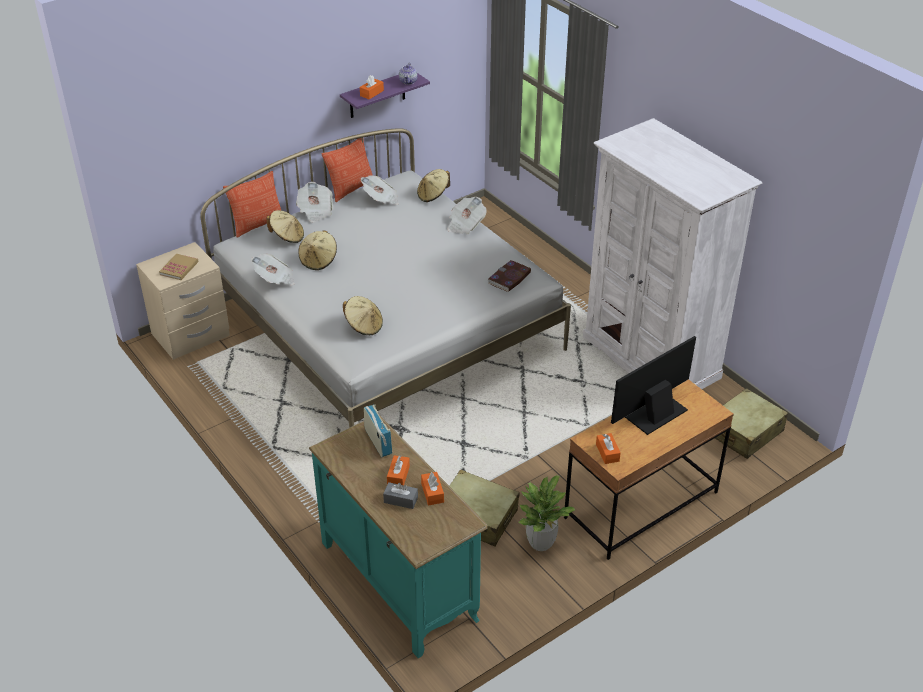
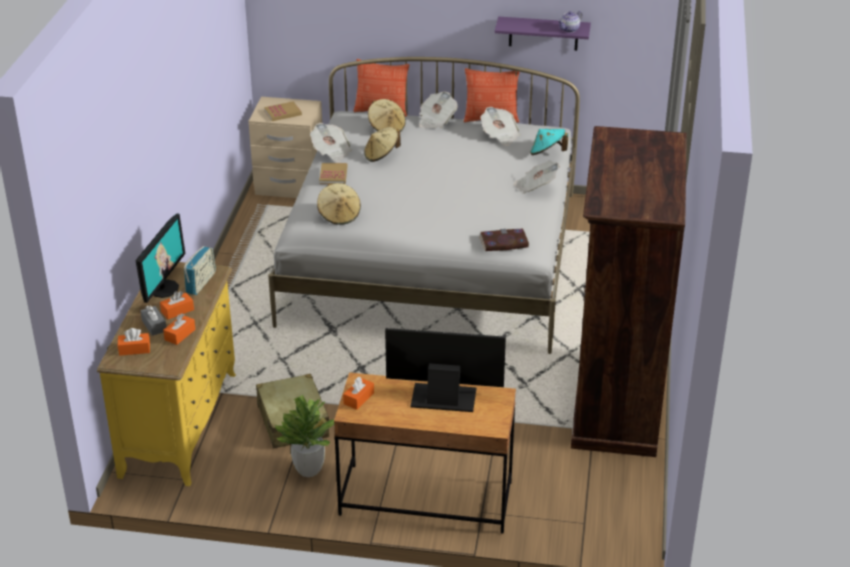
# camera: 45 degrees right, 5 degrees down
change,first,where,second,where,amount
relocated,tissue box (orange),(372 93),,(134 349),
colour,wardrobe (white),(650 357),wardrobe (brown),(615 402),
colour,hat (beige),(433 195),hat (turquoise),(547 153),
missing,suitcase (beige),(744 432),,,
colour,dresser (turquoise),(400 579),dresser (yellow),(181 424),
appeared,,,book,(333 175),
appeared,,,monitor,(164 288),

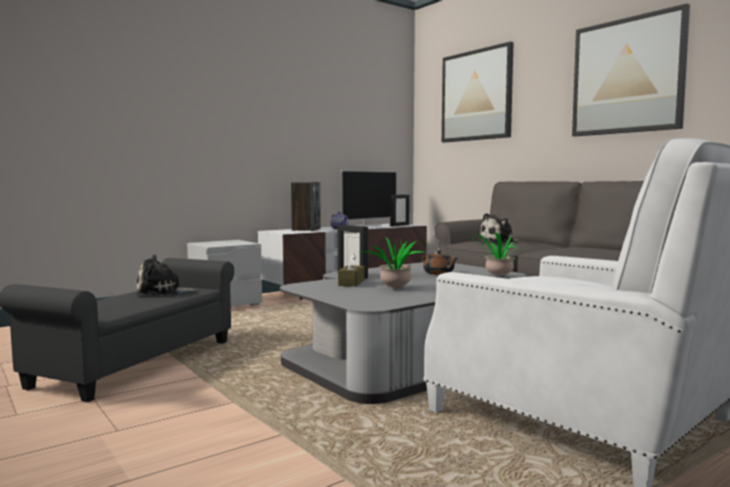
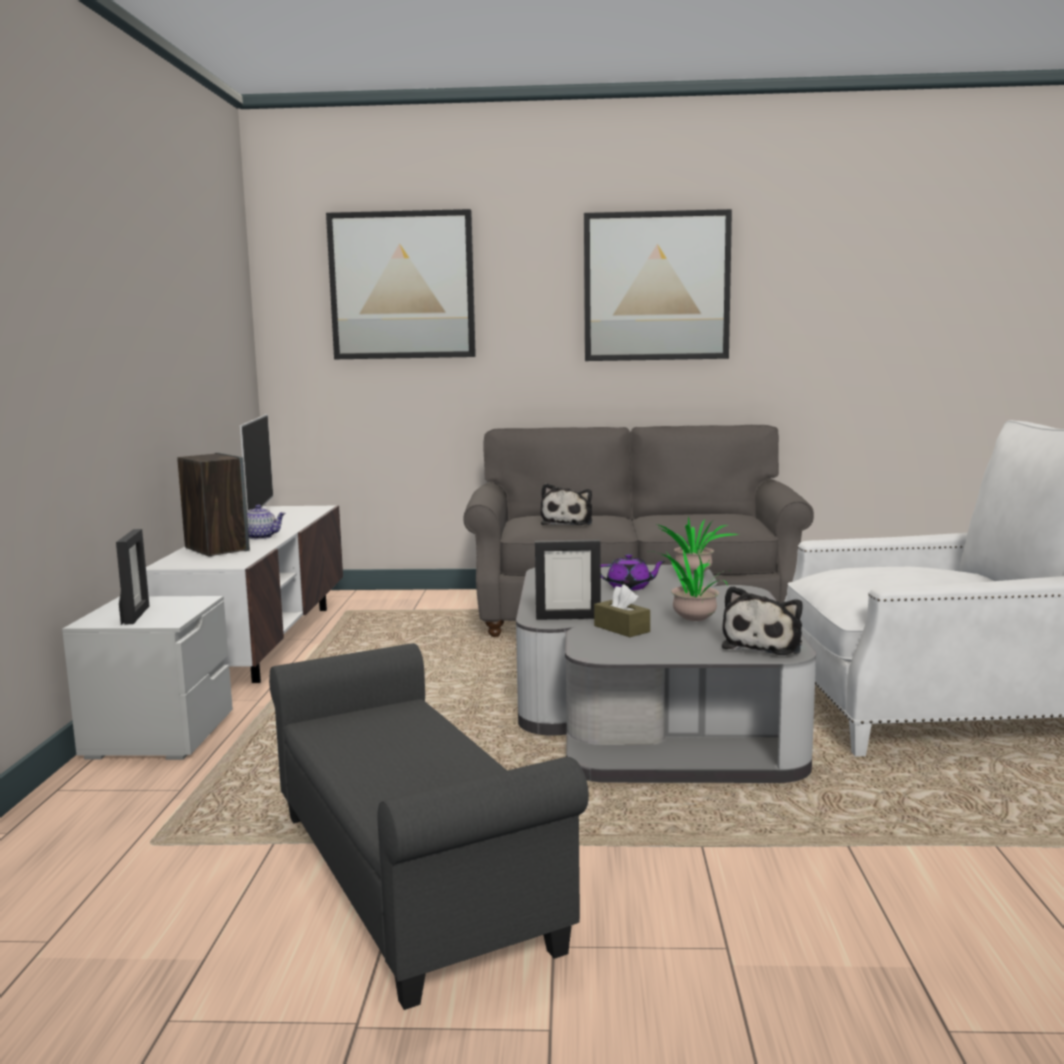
# camera: 50 degrees left, 5 degrees up
change,first,where,second,where,amount
relocated,picture frame,(399 225),,(135 615),
colour,teapot (brown),(439 274),teapot (purple),(630 587),
relocated,plush toy,(162 292),,(764 645),

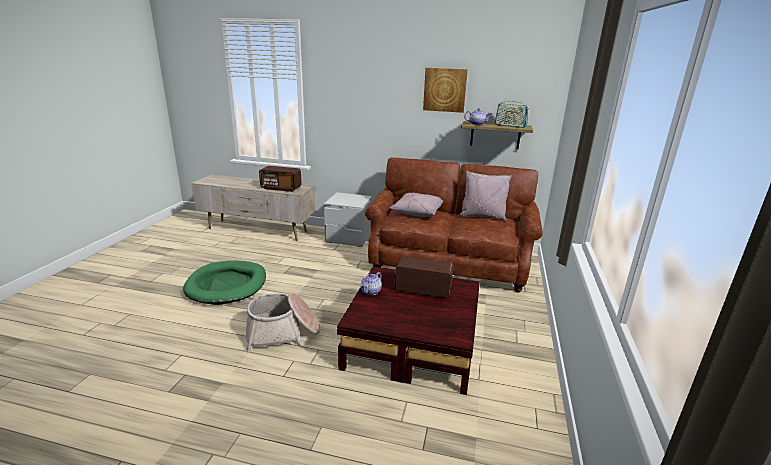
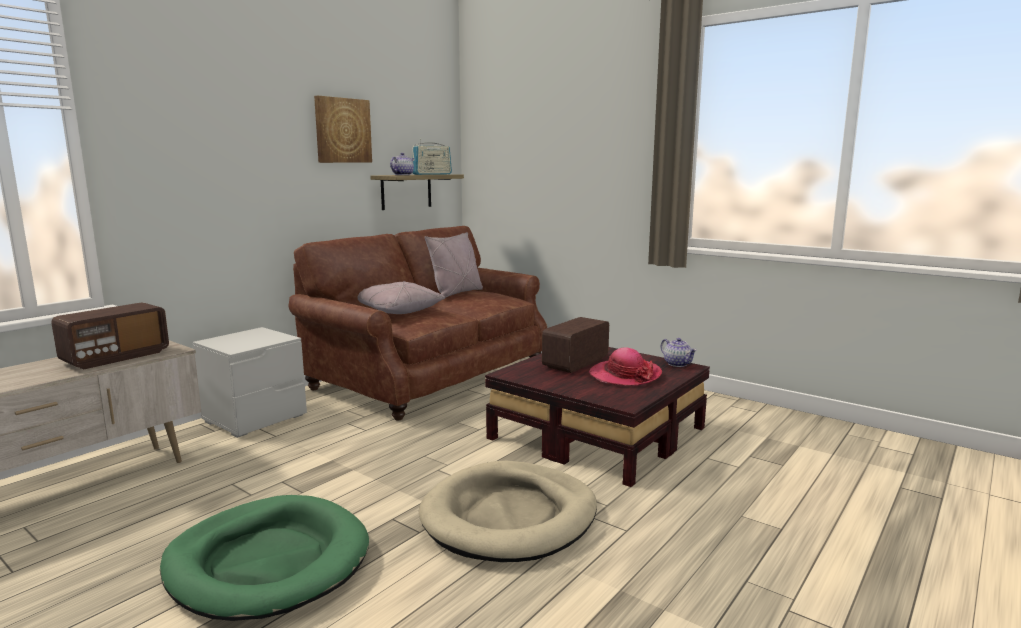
# camera: 65 degrees left, 10 degrees down
change,first,where,second,where,amount
relocated,teapot,(371 291),,(677 364),
exchanged,basket,(283 332),dog bed (beige),(510 517),
appeared,,,hat,(625 375),

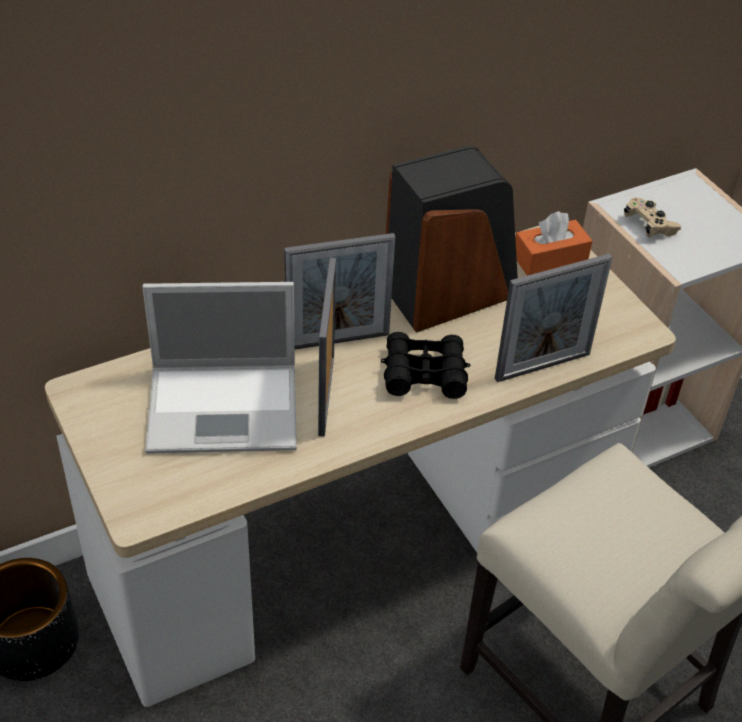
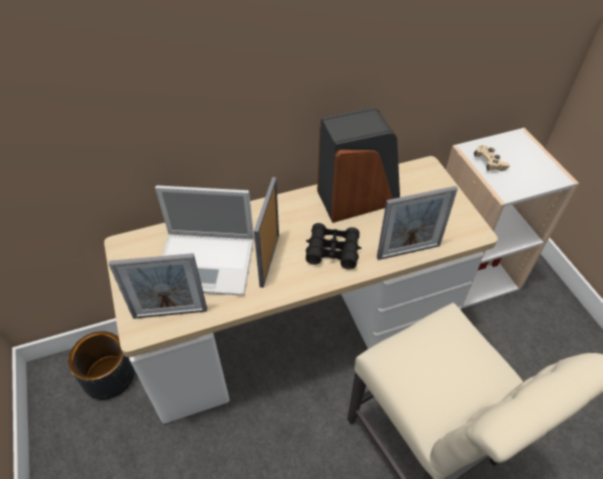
# camera: 10 degrees right, 5 degrees up
change,first,where,second,where,amount
missing,tissue box (orange),(550 259),,,
relocated,picture frame,(337 341),,(170 313),

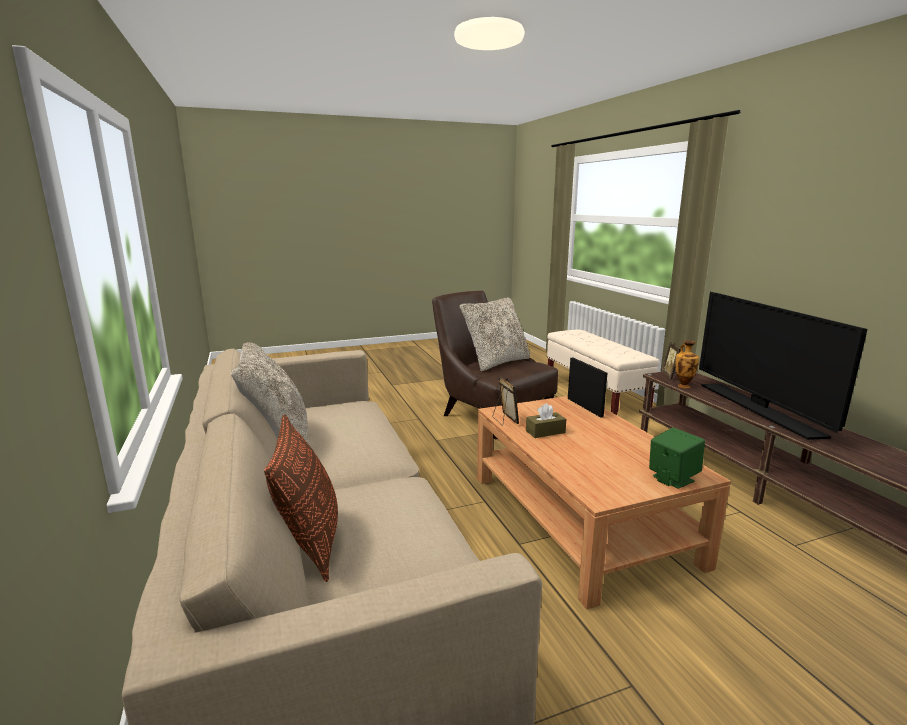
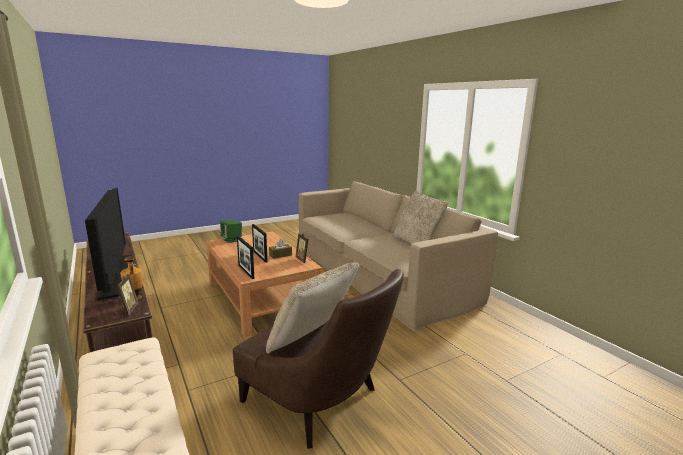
# camera: 170 degrees right, 0 degrees up
change,first,where,second,where,amount
missing,pillow (brown),(310 542),,,
appeared,,,picture frame,(260 256),

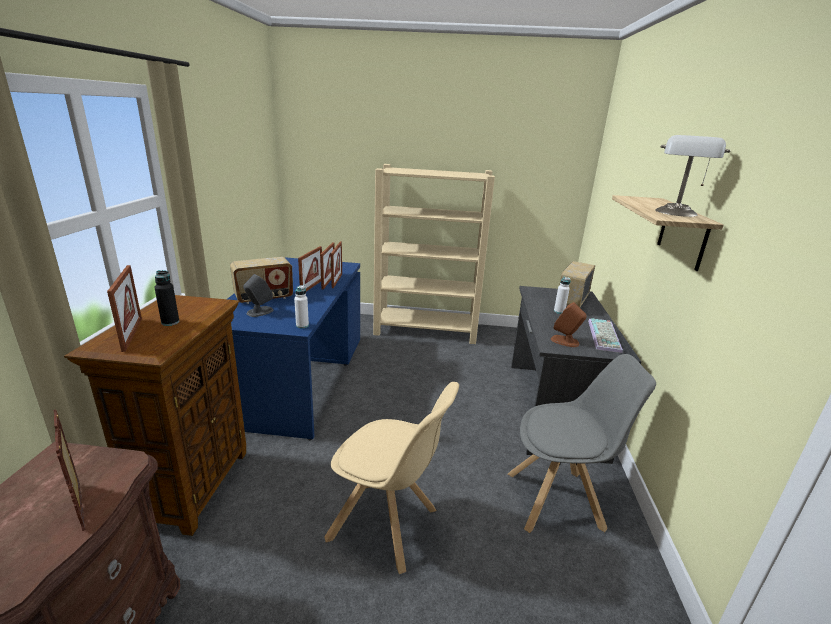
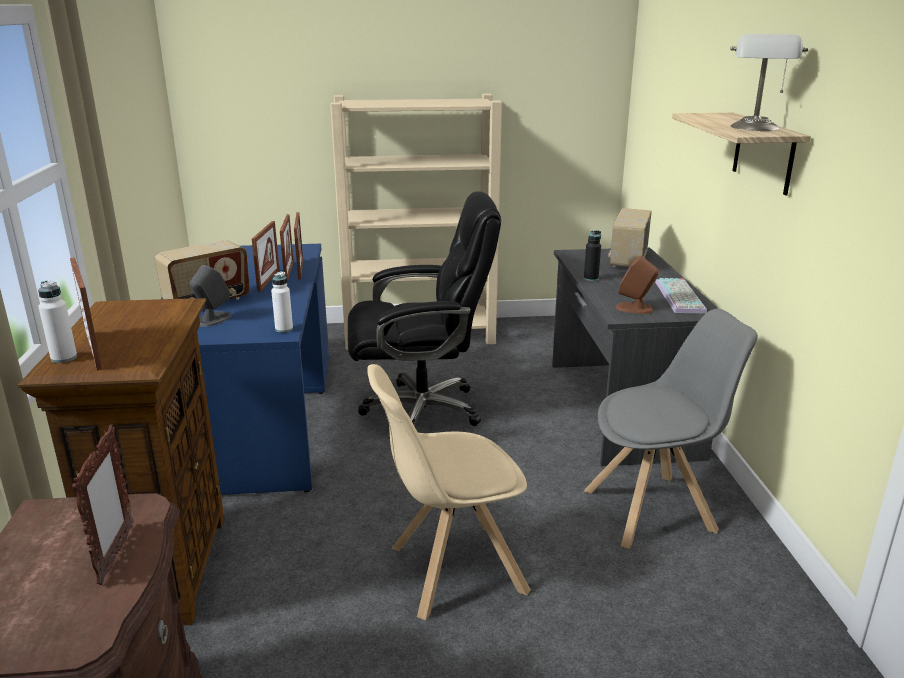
# camera: 10 degrees left, 0 degrees up
change,first,where,second,where,amount
relocated,bottle (black),(170 322),,(591 279),
relocated,bottle (white),(559 311),,(64 358),
spun,chair (beige),(388 526),,(450 571),150 degrees clockwise
spun,picture frame,(82 506),,(116 555),135 degrees counterclockwise
appeared,,,office chair (black),(419 410),

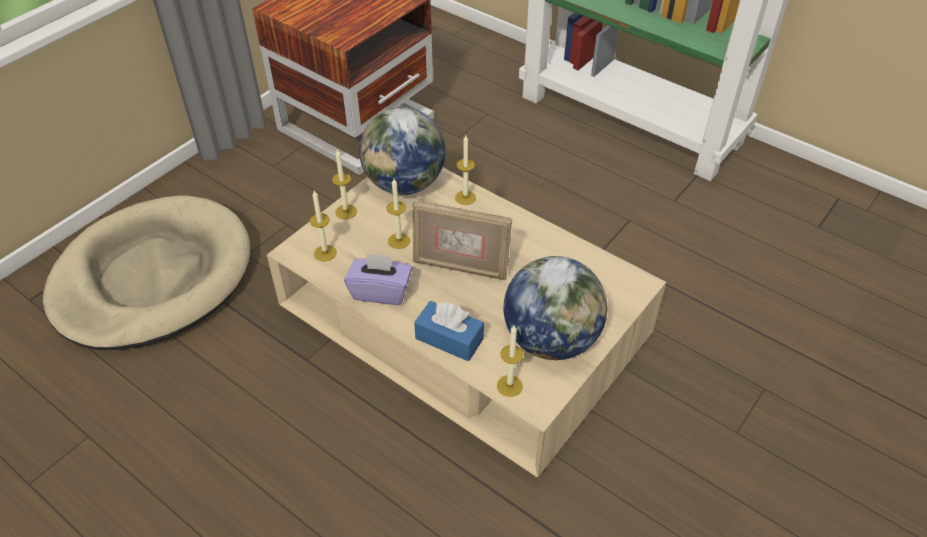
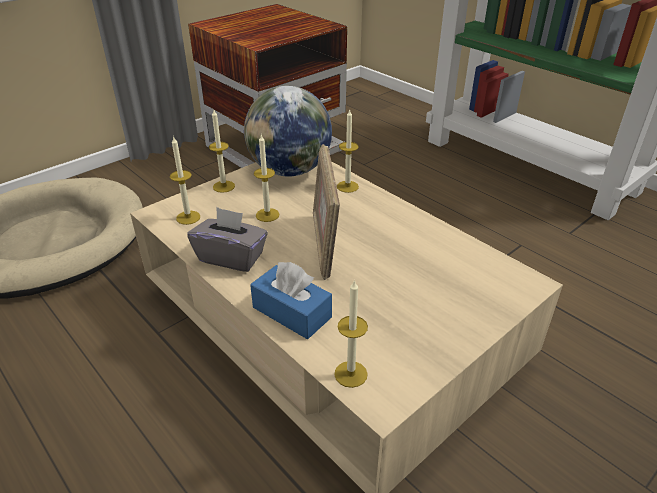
# camera: 10 degrees right, 10 degrees down
change,first,where,second,where,amount
spun,picture frame,(460 267),,(325 245),60 degrees clockwise
colour,tissue box (purple),(380 291),tissue box (grey),(231 257),
missing,globe,(551 339),,,

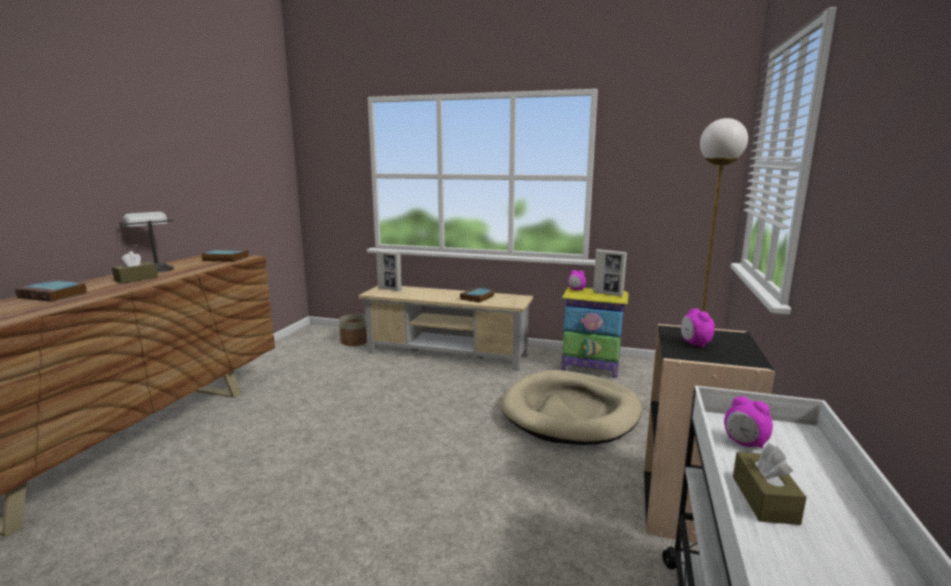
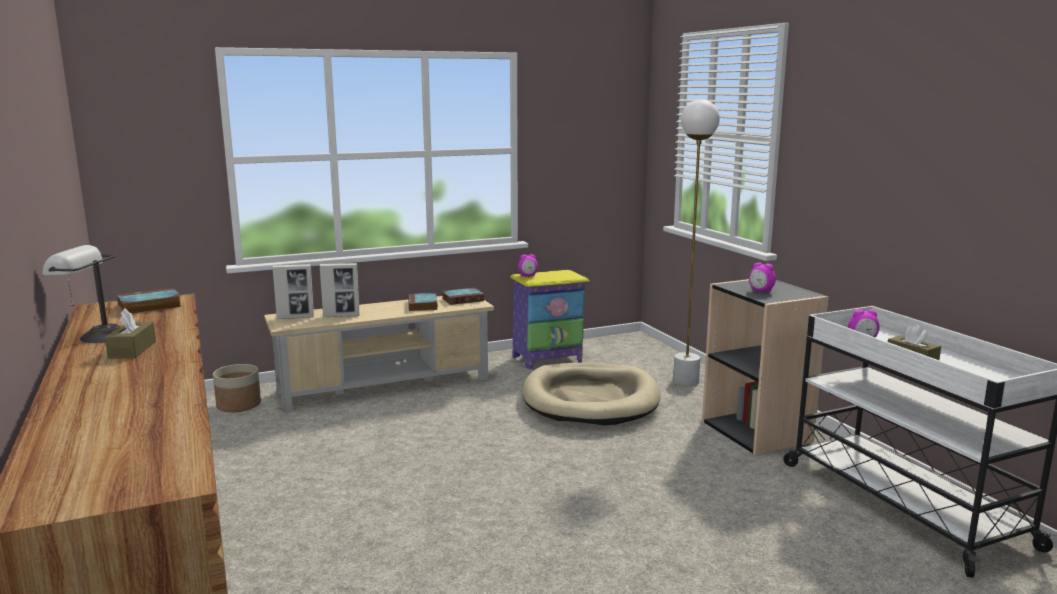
# camera: 40 degrees left, 0 degrees up
change,first,where,second,where,amount
relocated,picture frame,(608 294),,(341 316),
relocated,book,(54 295),,(463 299),

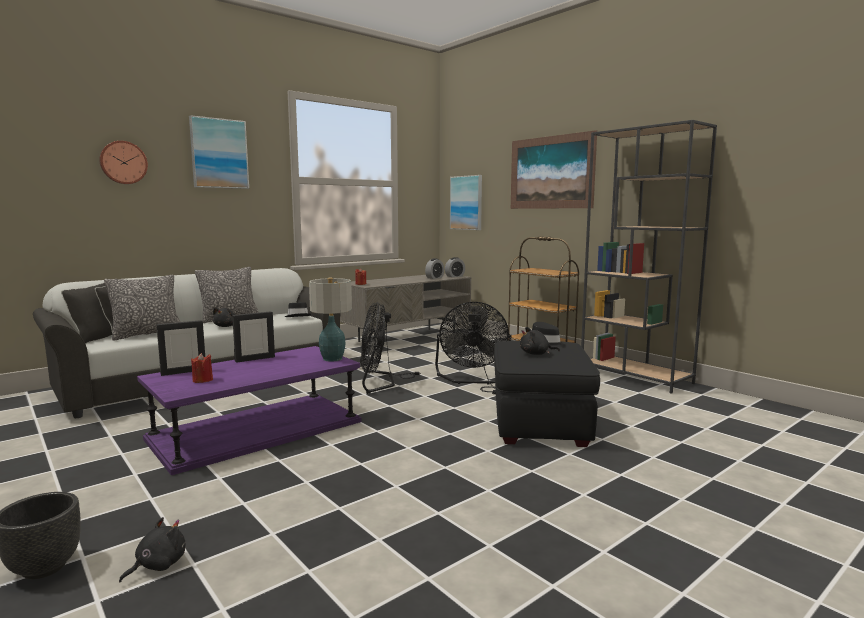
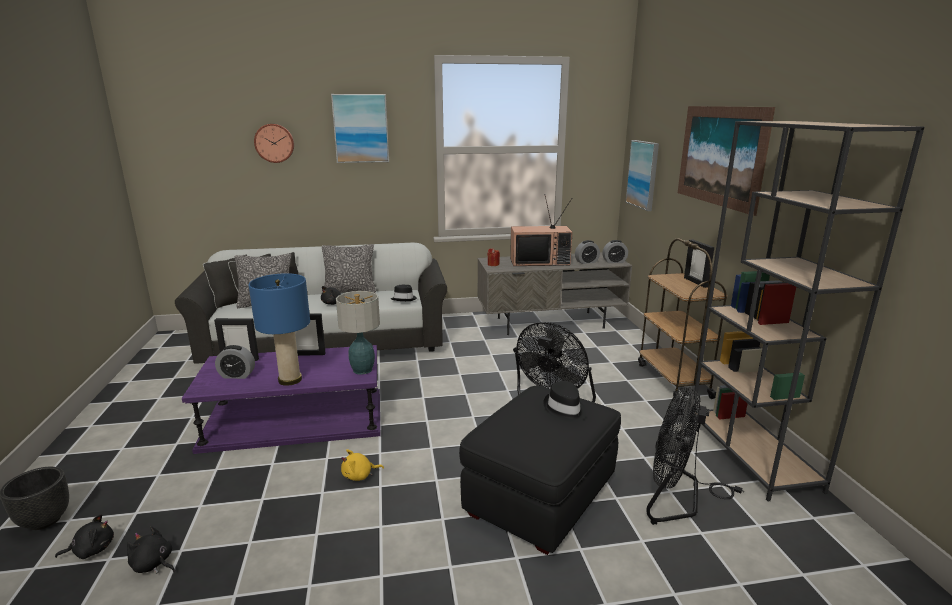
# camera: 30 degrees right, 10 degrees up
change,first,where,second,where,amount
relocated,fan (black),(381 380),,(679 492),
relocated,plush toy (black),(536 354),,(153 564),
exchanged,candle (red),(202 380),alarm clock,(237 375),
appeared,,,television,(540 261),
appeared,,,picture frame,(696 282),
appeared,,,table lamp (blue),(290 380),
appeared,,,plush toy (yellow),(359 476),

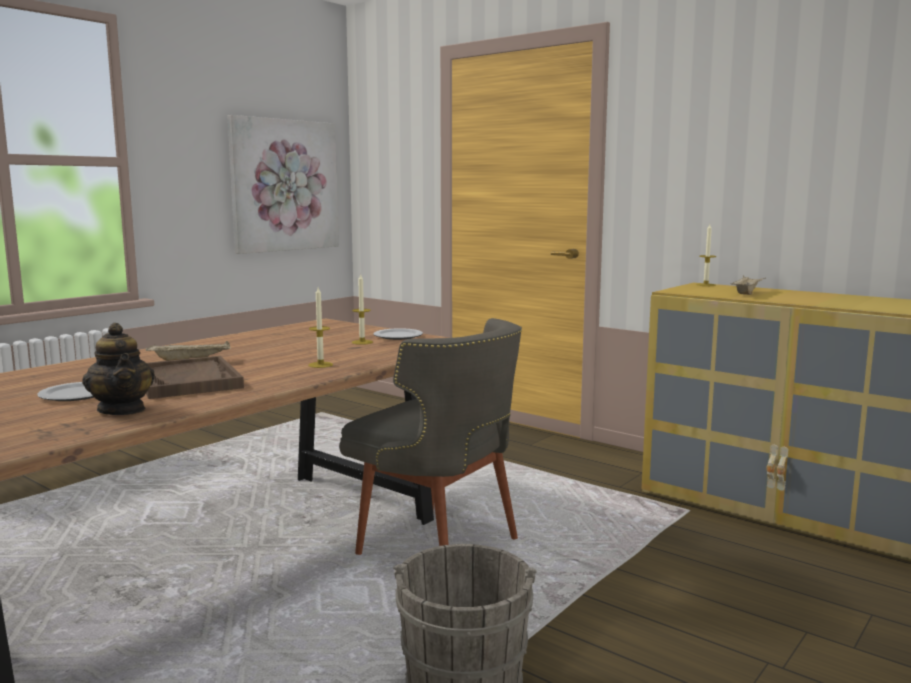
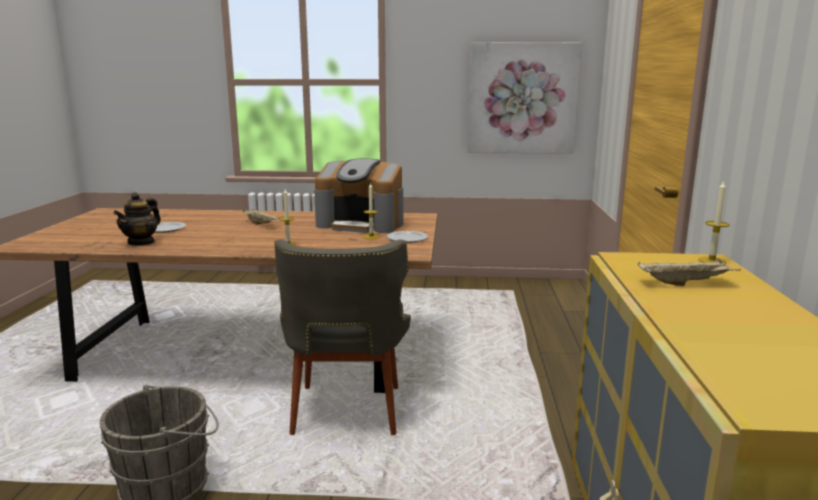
# camera: 55 degrees right, 5 degrees up
change,first,where,second,where,amount
missing,tray (brown),(188 381),,,
appeared,,,coffee machine,(361 224),

